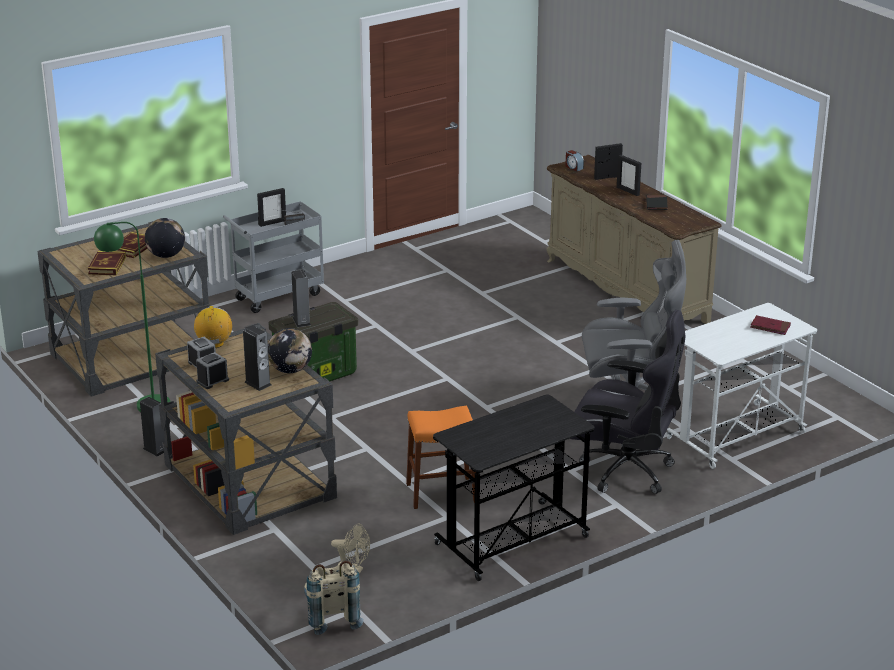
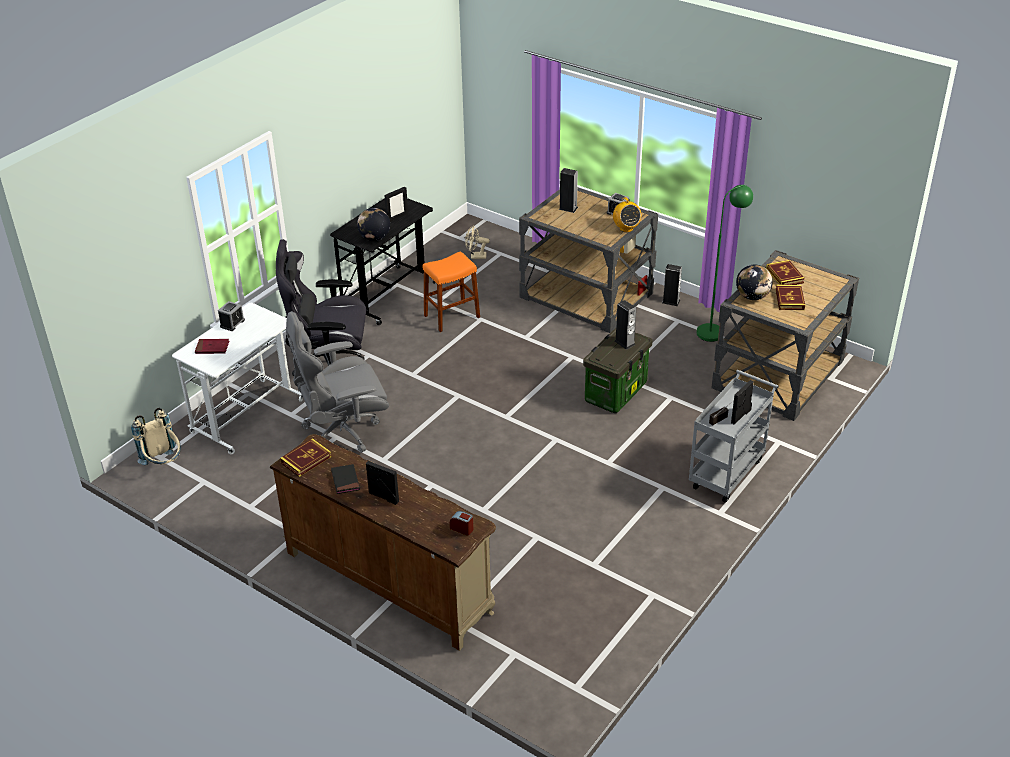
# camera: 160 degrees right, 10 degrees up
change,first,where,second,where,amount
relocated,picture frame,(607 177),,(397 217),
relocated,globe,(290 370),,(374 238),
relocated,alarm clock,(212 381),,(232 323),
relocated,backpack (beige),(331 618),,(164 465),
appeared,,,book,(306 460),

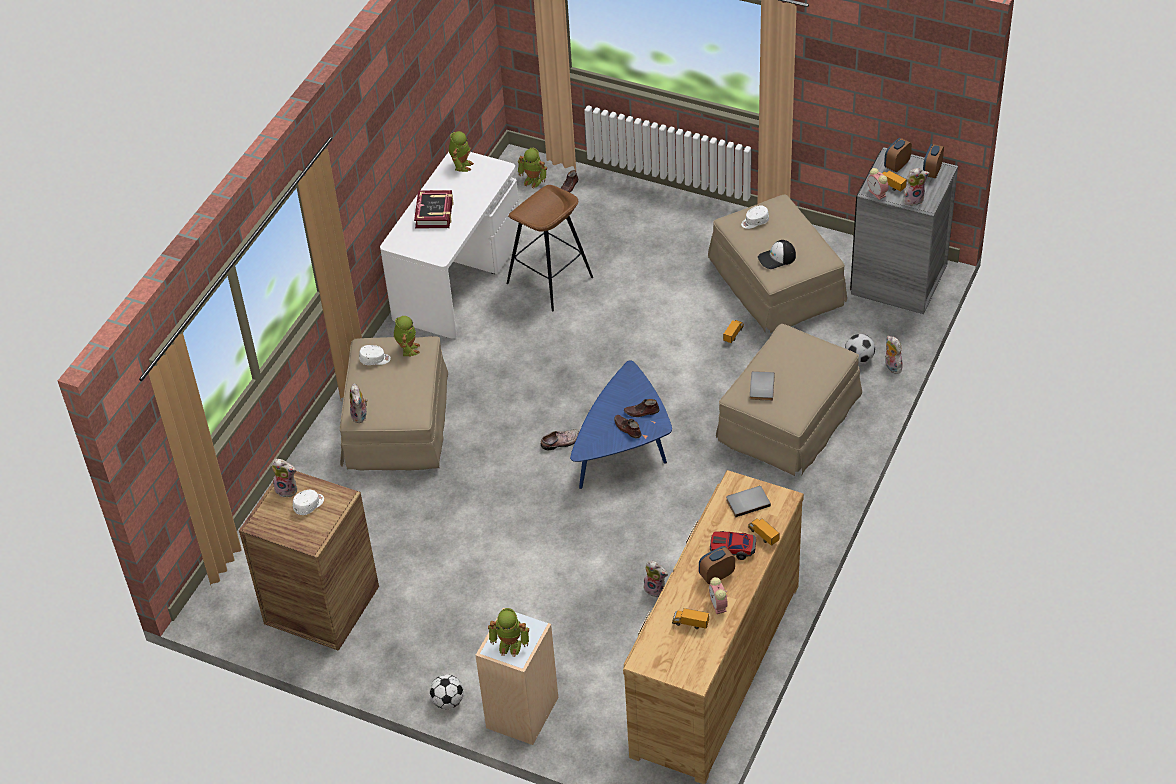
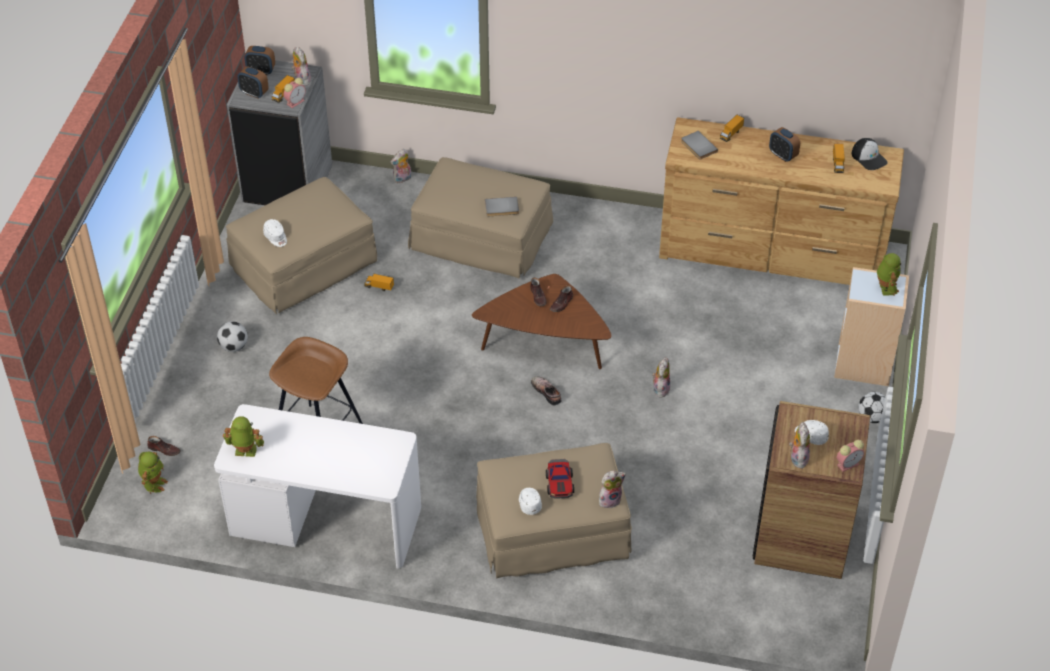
# camera: 105 degrees left, 0 degrees up
change,first,where,second,where,amount
missing,book,(435 213),,,
relocated,cap,(777 258),,(869 157),
missing,toy robot,(408 349),,,
relocated,football,(859 359),,(234 346),
colour,coffee table (blue),(624 449),coffee table (brown),(545 344),
relocated,toy car,(732 548),,(560 483),
relocated,plush toy,(656 589),,(660 388),
relocated,alarm clock,(719 605),,(848 464),

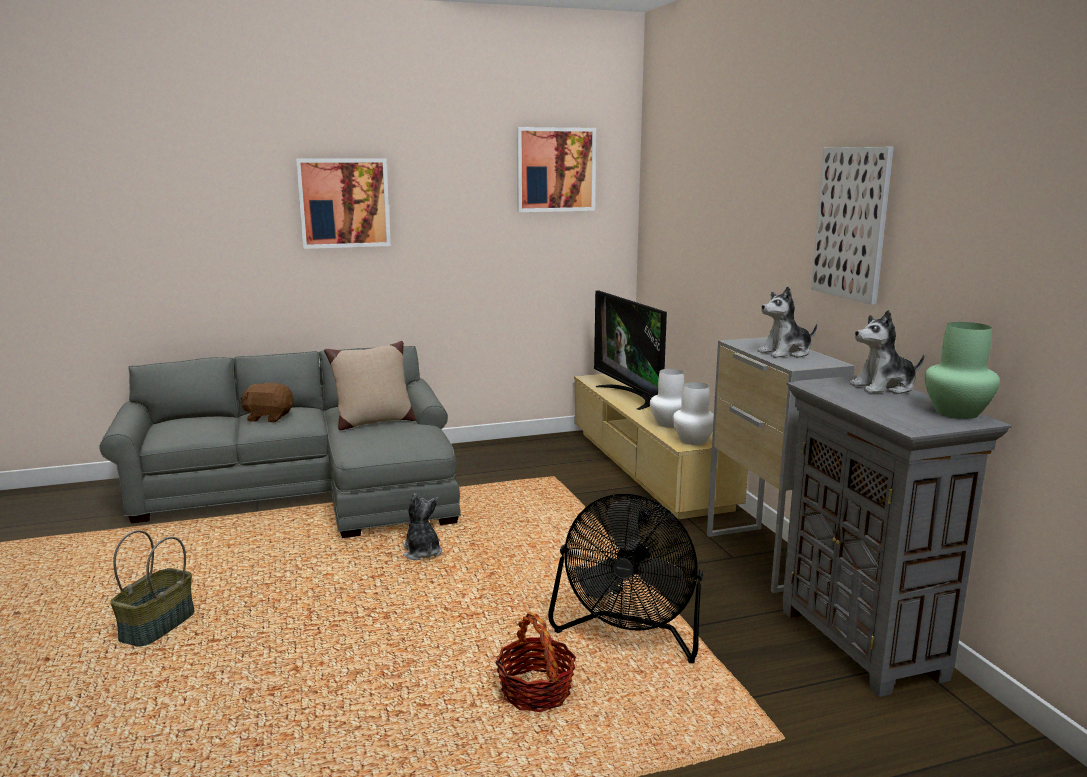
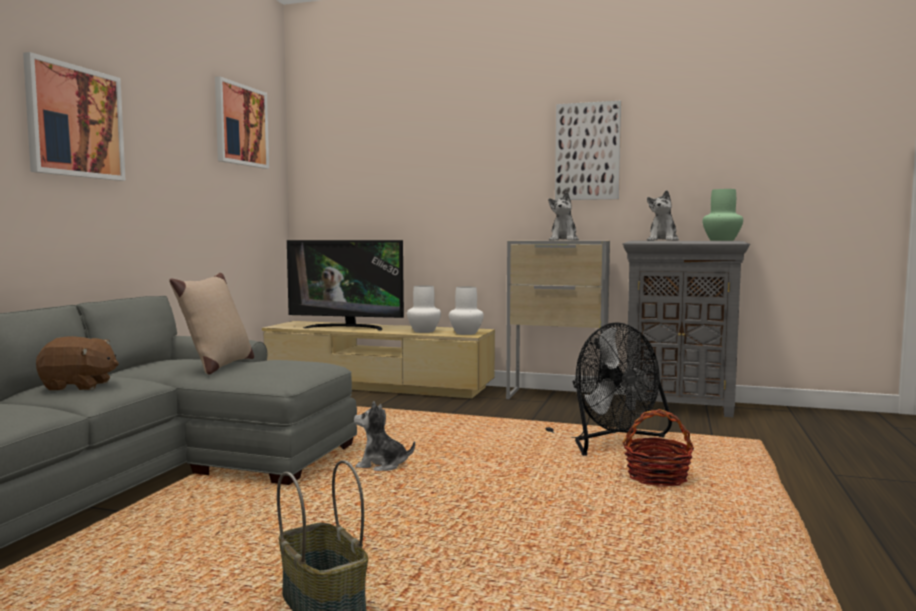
# camera: 55 degrees left, 10 degrees down
change,first,where,second,where,amount
spun,plush toy (brown),(269 417),,(78 386),135 degrees counterclockwise

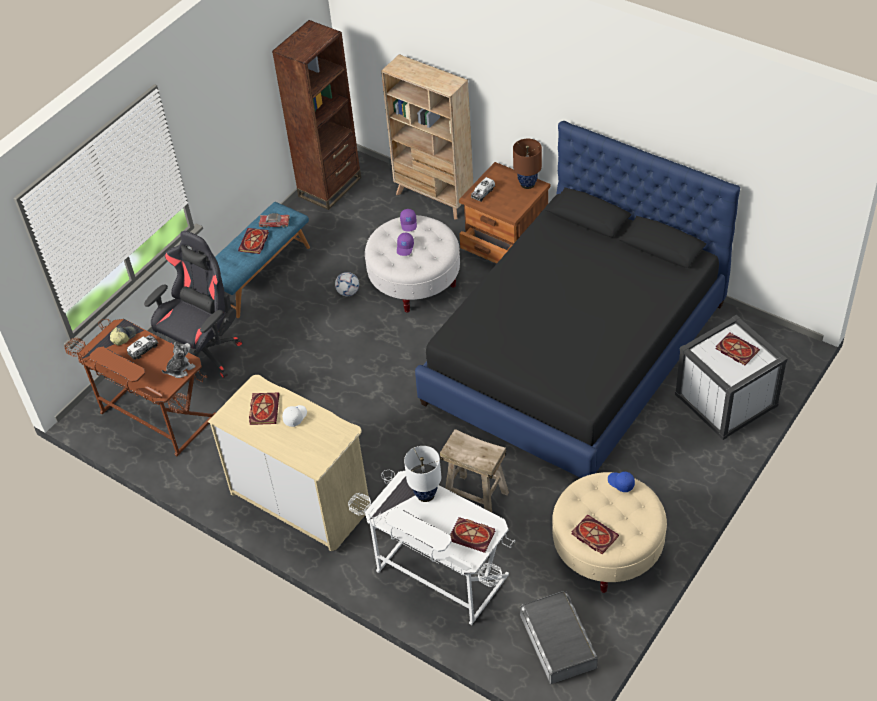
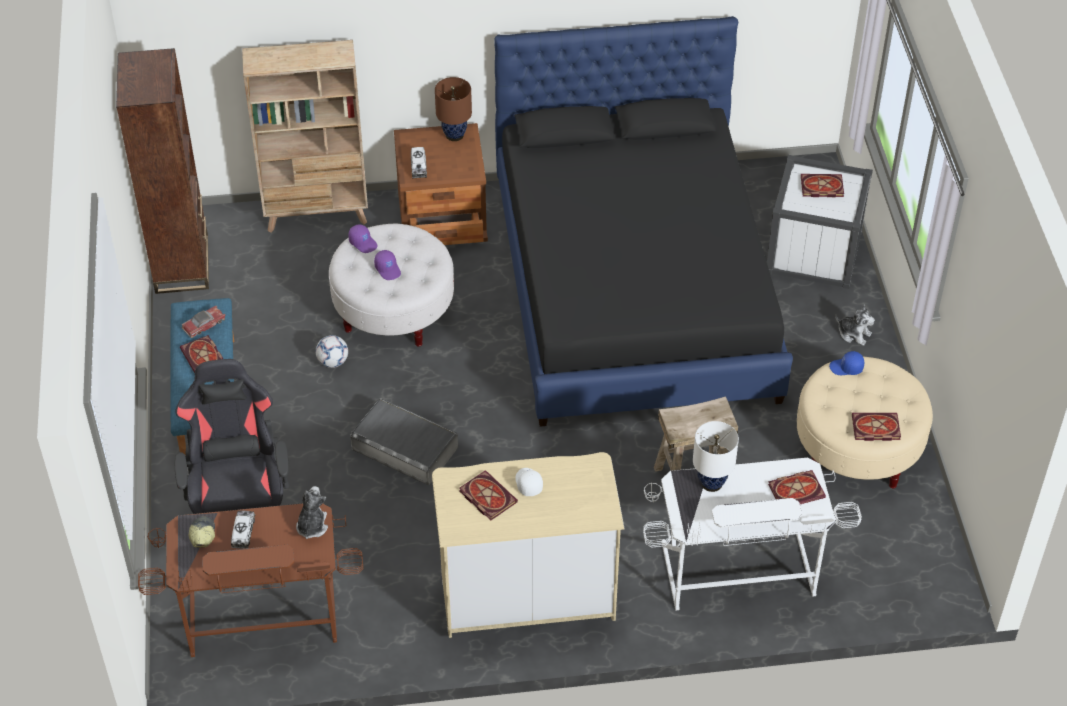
# camera: 45 degrees left, 0 degrees up
change,first,where,second,where,amount
relocated,storage box (grey),(558 641),,(405 448),
appeared,,,plush toy,(854 334),

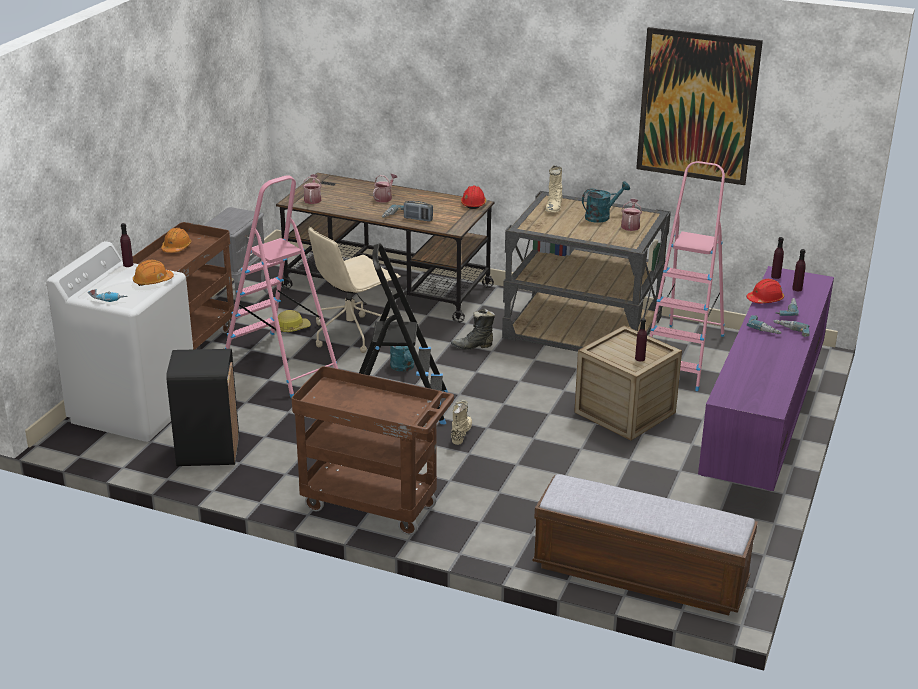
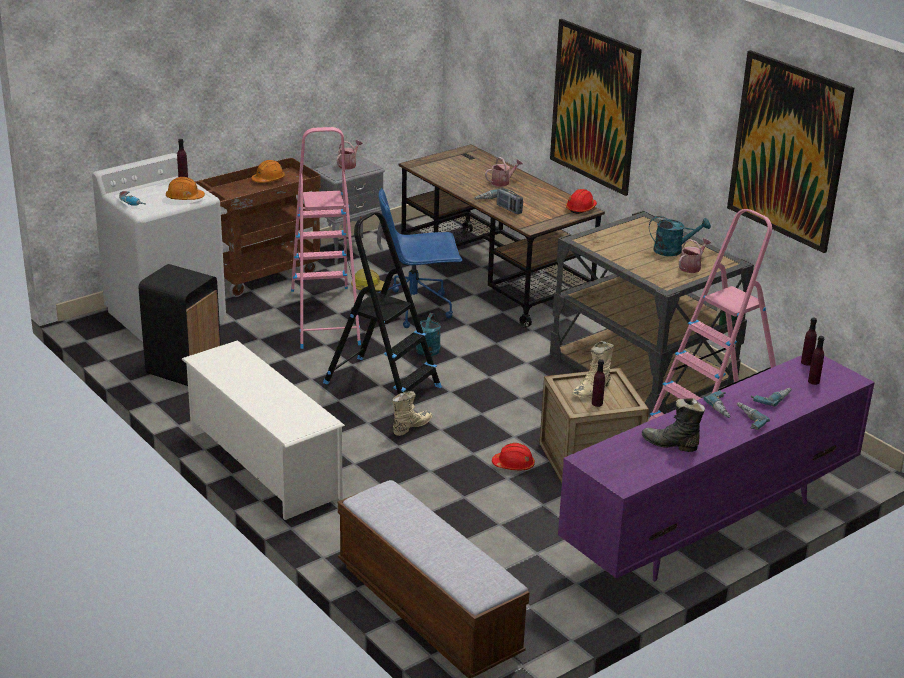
# camera: 30 degrees right, 0 degrees up
change,first,where,second,where,amount
relocated,boot (beige),(554 207),,(592 390),
relocated,watering can,(313 199),,(348 165),
colour,office chair (beige),(353 333),office chair (blue),(417 308),
relocated,hard hat (red),(765 299),,(513 465),
relocated,boot (black),(473 346),,(670 444),
exchanged,cart (brown),(375 509),shoe rack (white),(263 465),
appeared,,,picture,(594 106),

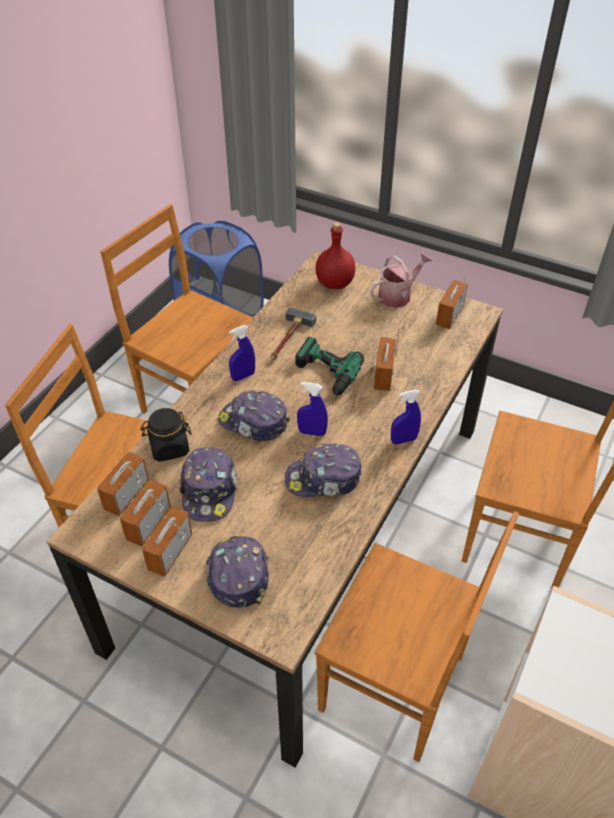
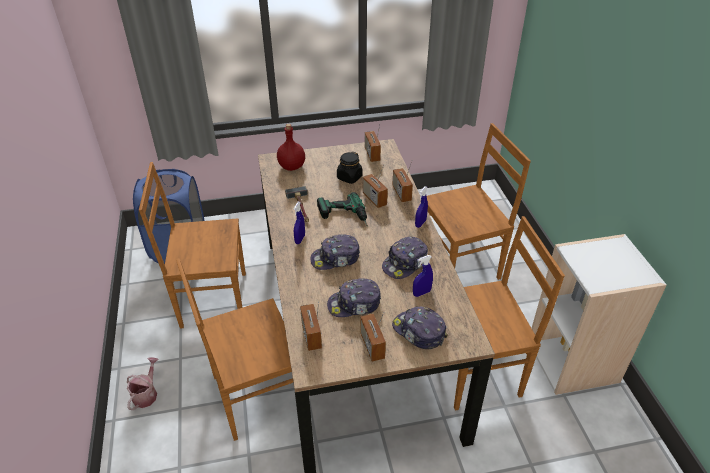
# camera: 40 degrees left, 5 degrees down
change,first,where,second,where,amount
relocated,watering can,(398 295),,(146 394),
relocated,spray bottle (blue),(312 432),,(421 293),
relocated,jar (black),(169 448),,(349 177),
spun,cap,(209 490),,(354 304),120 degrees clockwise
relocated,radio,(148 524),,(401 193),

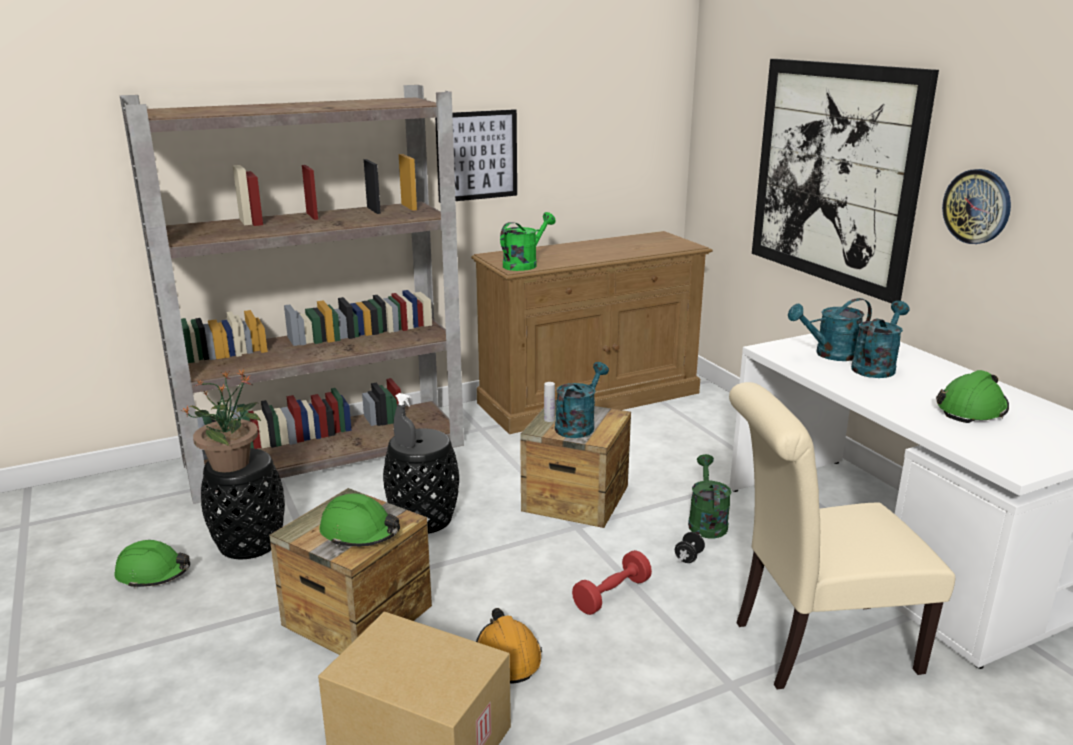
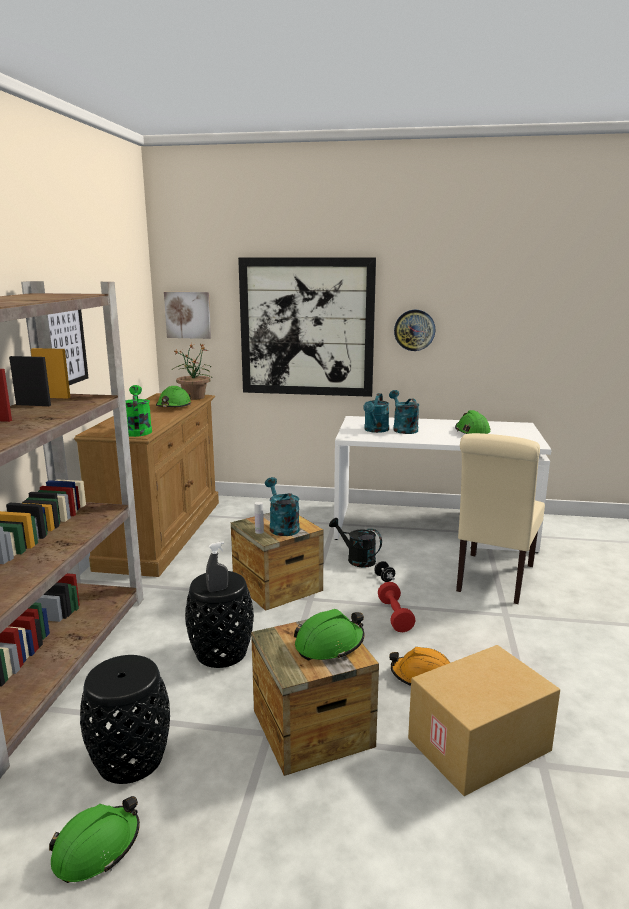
# camera: 55 degrees left, 5 degrees down
change,first,where,second,where,amount
relocated,potted plant,(231 463),,(194 397),
colour,watering can (green),(706 522),watering can (black),(356 559),
appeared,,,picture,(188 315),
appeared,,,hard hat (green),(173 406),

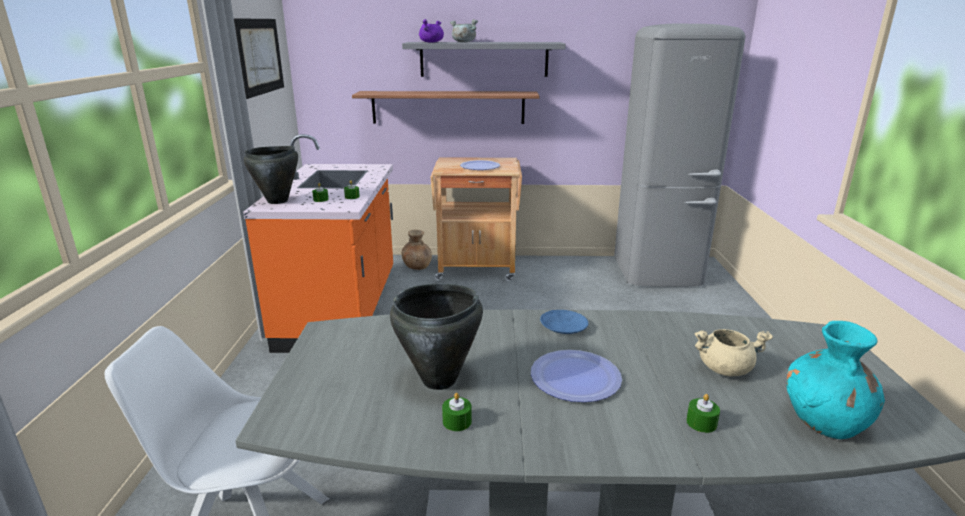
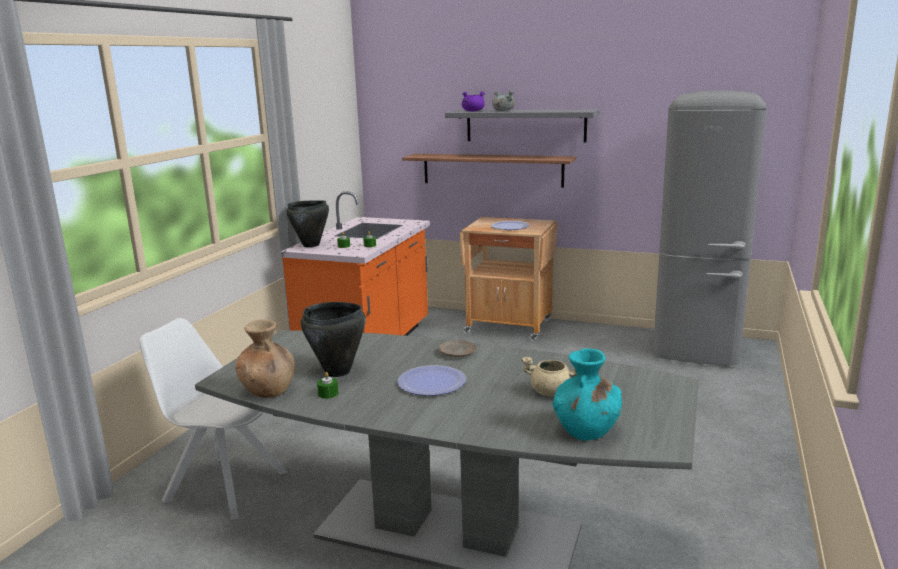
# camera: 20 degrees right, 5 degrees down
change,first,where,second,where,amount
missing,picture,(260 56),,,
relocated,vase (brown),(417 266),,(268 390),
colour,plate (blue),(563 327),plate (beige),(457 353),
missing,candle (green),(701 423),,,

